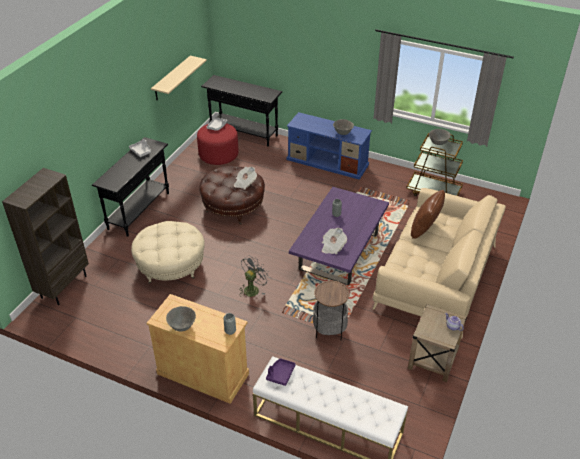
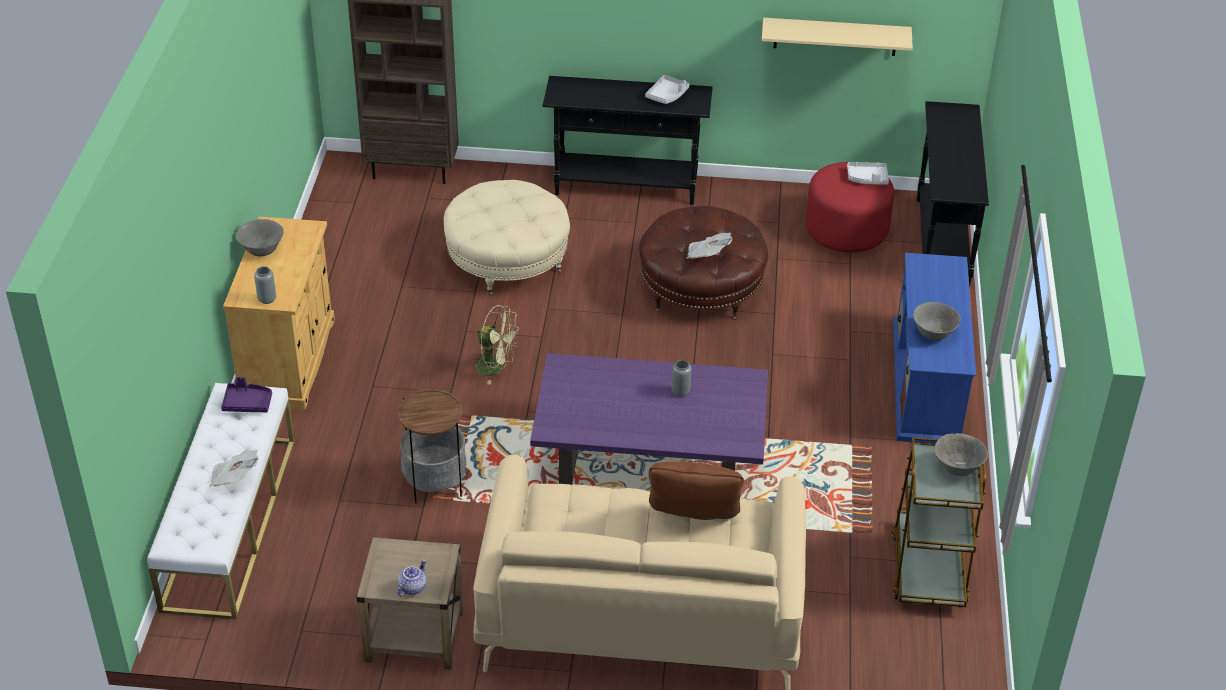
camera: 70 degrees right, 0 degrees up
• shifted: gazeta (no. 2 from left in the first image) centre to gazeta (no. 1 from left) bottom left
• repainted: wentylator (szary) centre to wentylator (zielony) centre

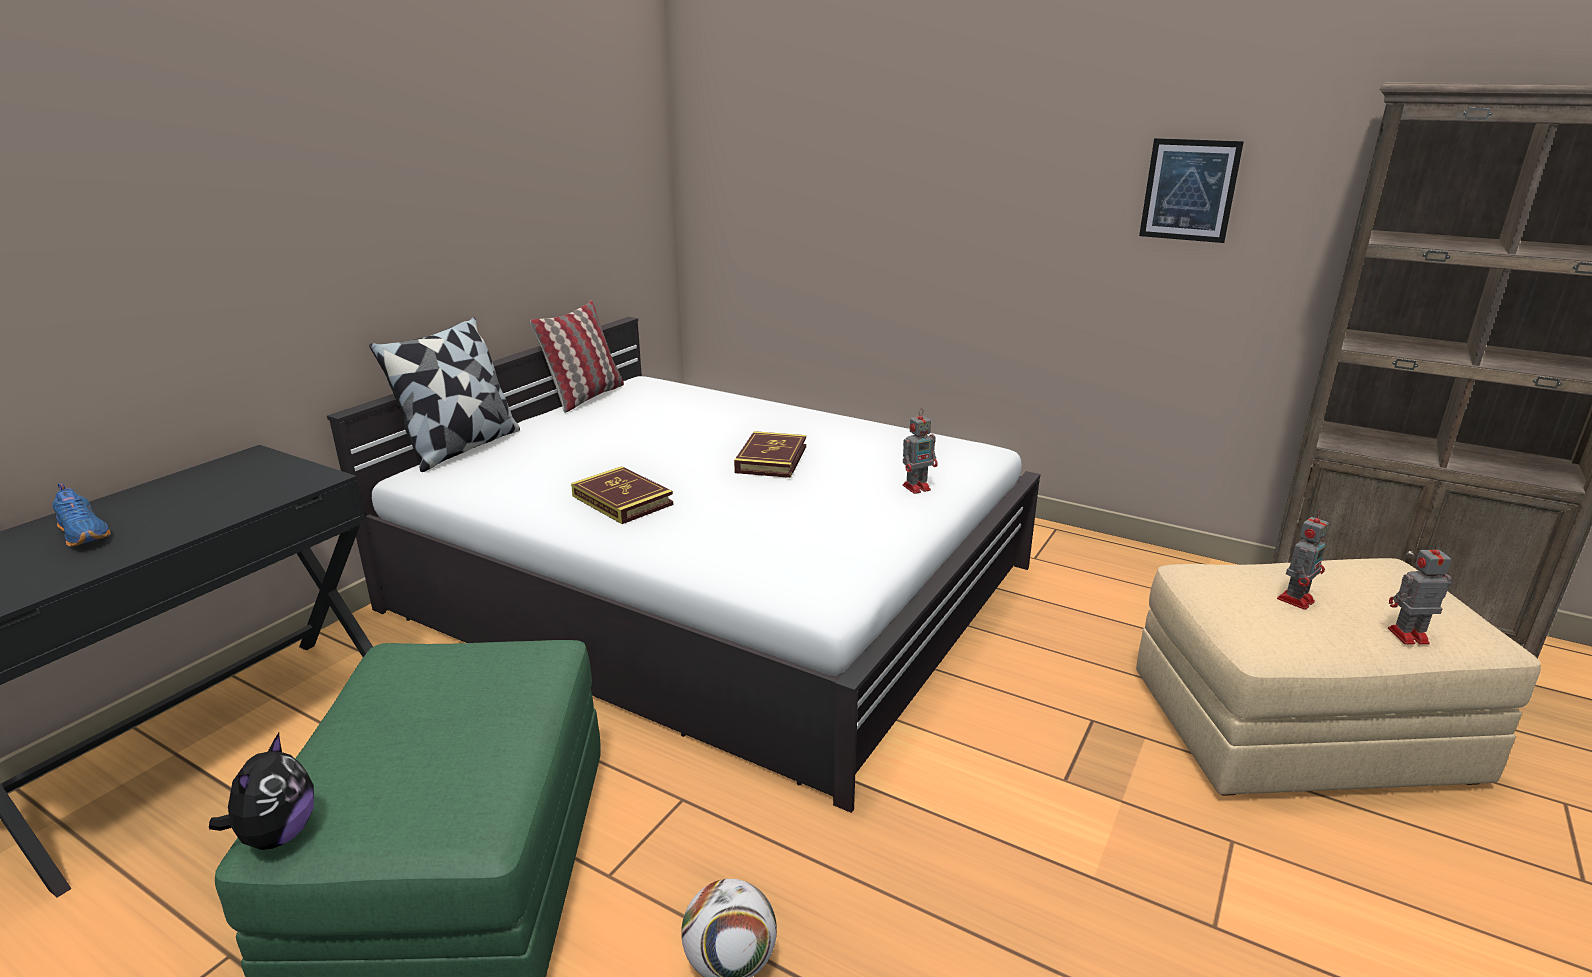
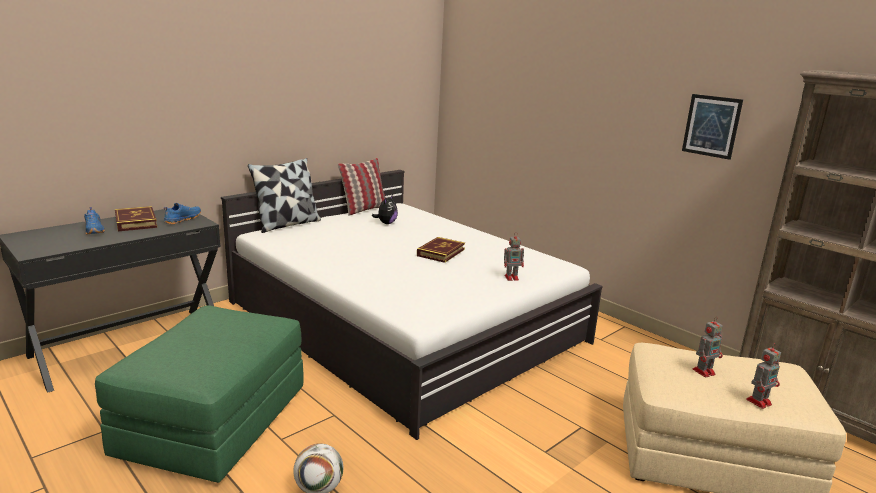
camera: 15 degrees right, 5 degrees down
• new: but (niebieski) (no. 2 from left) middle left
• shifted: pluszak bottom left to centre
• shifted: książka (no. 1 from left) centre to middle left
• rotated: robot zabawkowy (no. 3 from left) middle right = bottom right 135 degrees clockwise

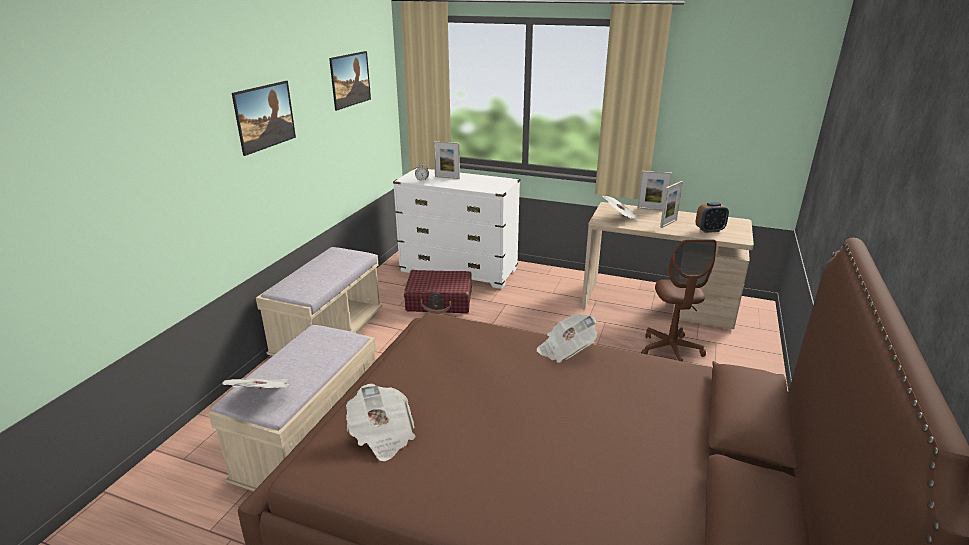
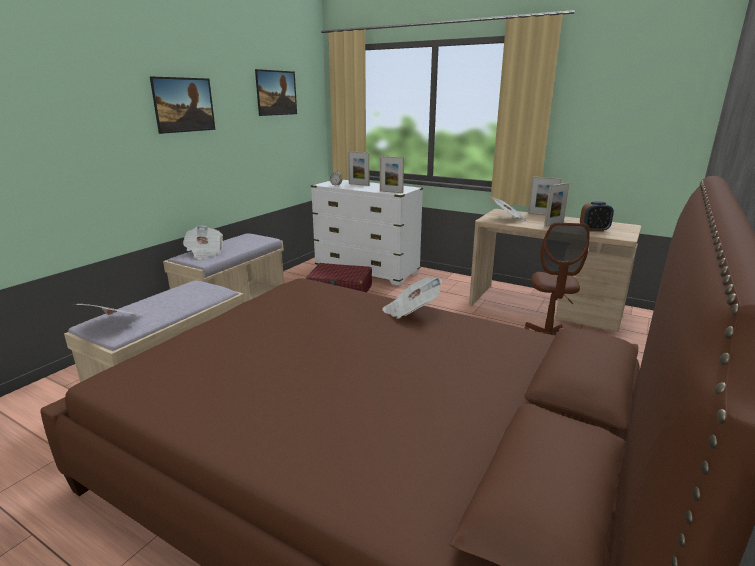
camera: 10 degrees right, 5 degrees down
• new: ramka na zdjęcie (no. 2 from left) top centre
• shifted: gazeta (no. 2 from left) bottom centre to middle left

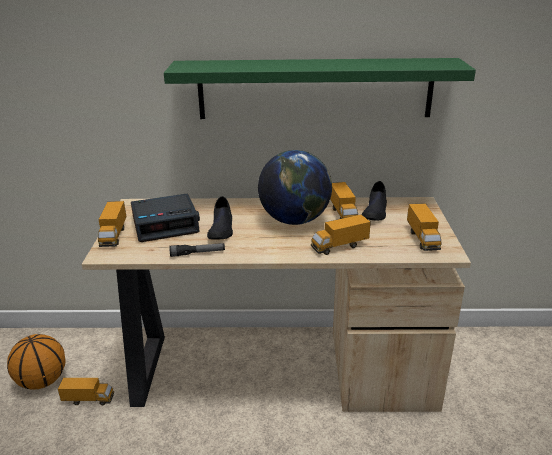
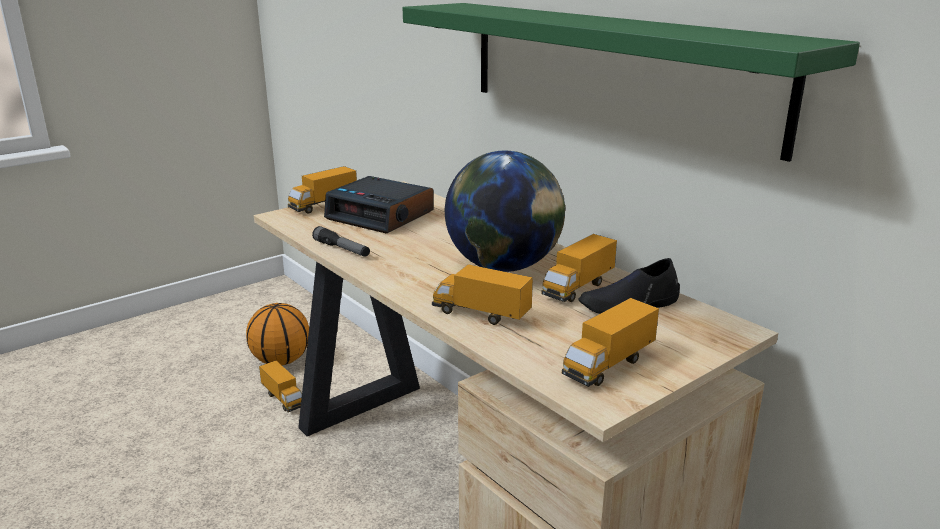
camera: 50 degrees right, 5 degrees down
• gone: but (czarny) (no. 1 from left) centre

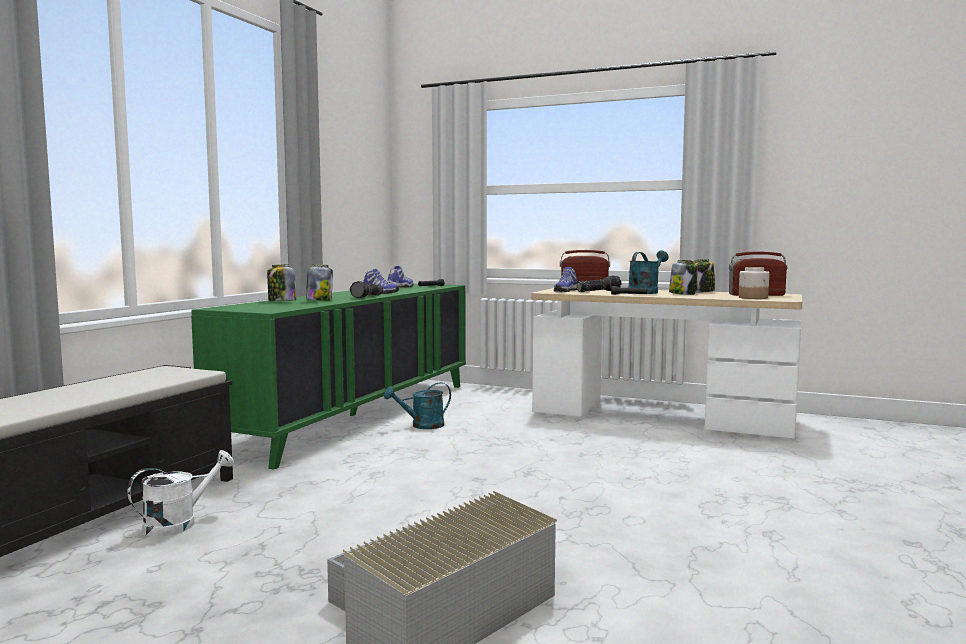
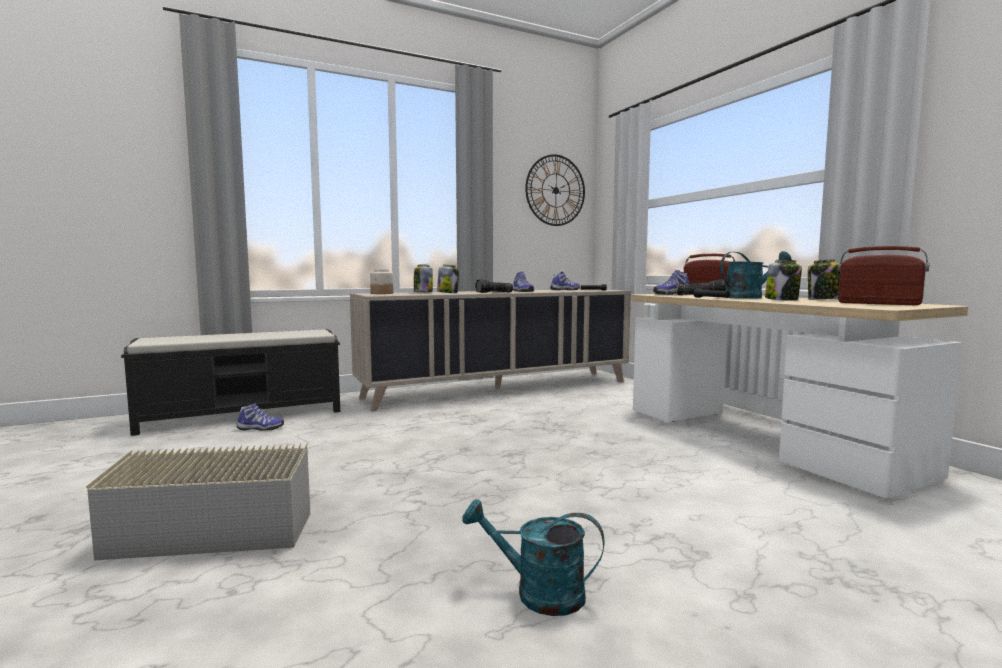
camera: 40 degrees right, 0 degrees up
• new: zegar ścienny top centre
• shifted: konewka (turkusowy) (no. 1 from left) centre to bottom centre
• shifted: słoik (no. 5 from left in the first image) middle right to słoik (no. 1 from left) centre
• swapped: konewka (biały) bottom left to but (no. 1 from left) middle left
• repainted: szafka (zielony) centre to szafka (beżowy) centre

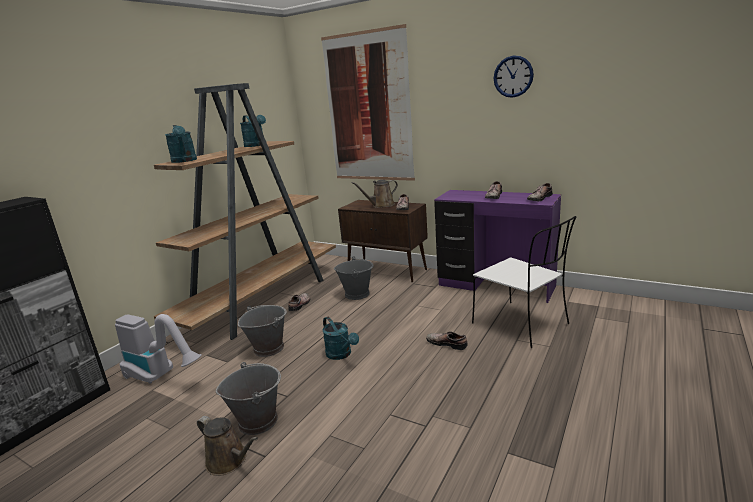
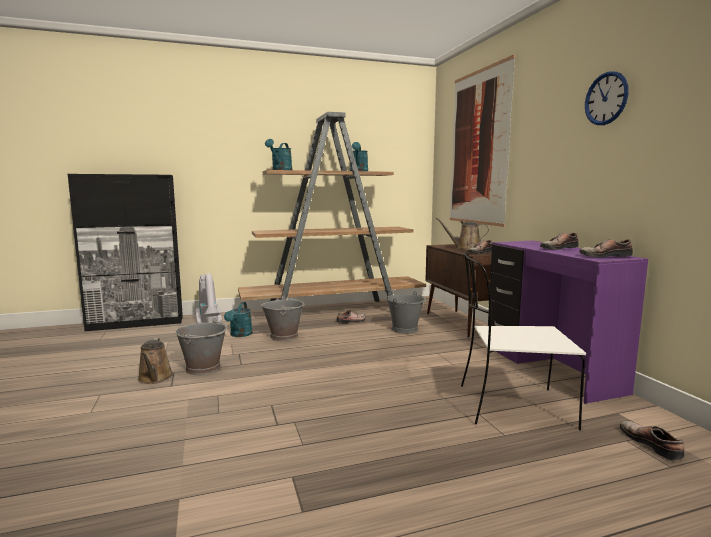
camera: 40 degrees right, 10 degrees down
• shifted: konewka (turkusowy) (no. 3 from left in the first image) bottom centre to konewka (turkusowy) (no. 1 from left) centre
• shifted: but (no. 3 from left in the first image) bottom centre to but (no. 5 from left) bottom right
• rotated: krzesło (biały) middle right = middle right 90 degrees clockwise

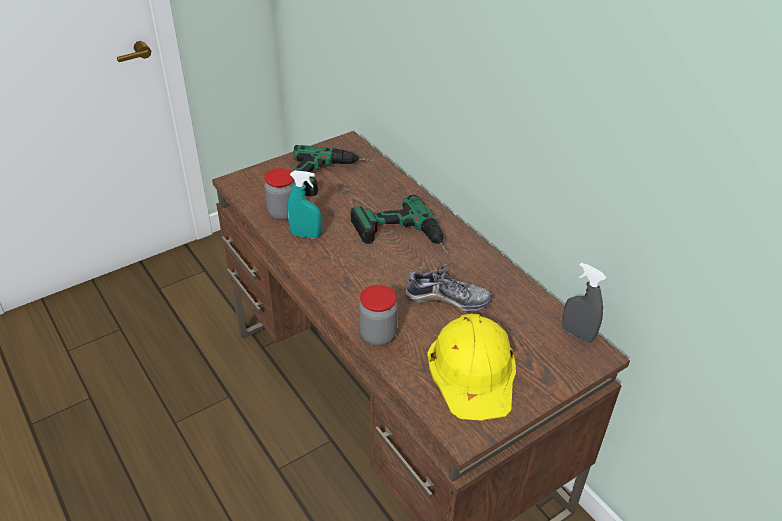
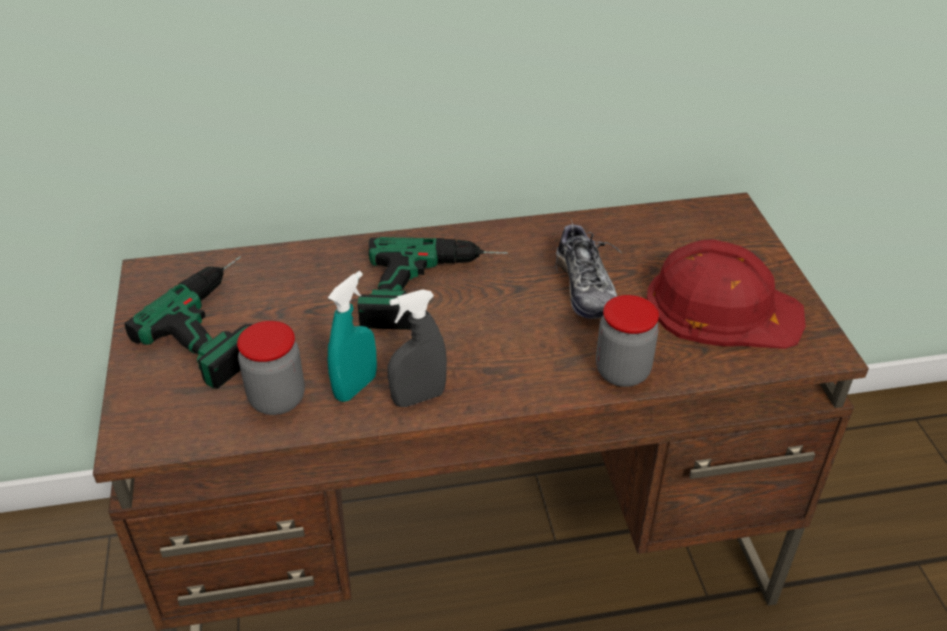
camera: 65 degrees left, 0 degrees up
• shifted: spryskiwacz (szary) middle right to centre
• repainted: kask (żółty) bottom centre to kask (czerwony) middle right
• rotated: but centre = centre 135 degrees clockwise

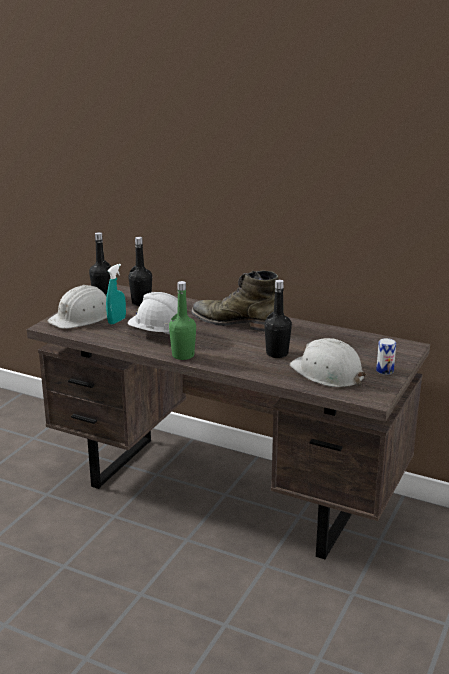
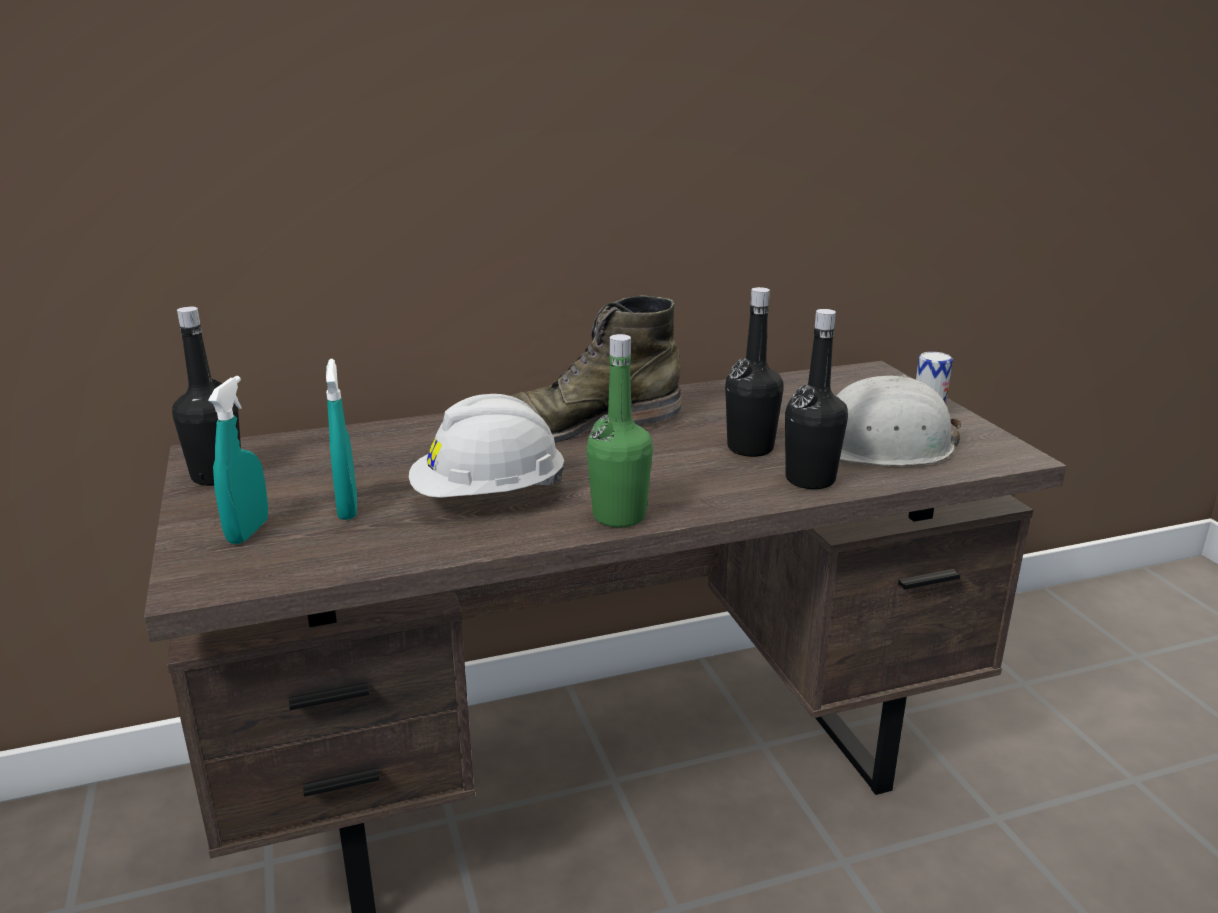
camera: 45 degrees left, 0 degrees up
• shifted: butelka (czarny) (no. 2 from left in the first image) middle left to butelka (czarny) (no. 3 from left) middle right
• swapped: kask (biały) (no. 1 from left) middle left to spryskiwacz (turkusowy) (no. 1 from left) middle left

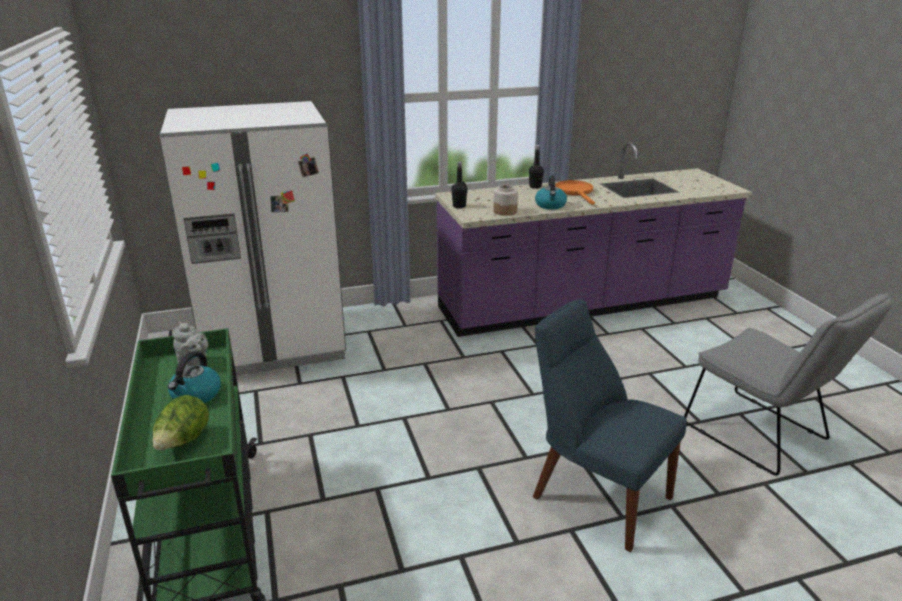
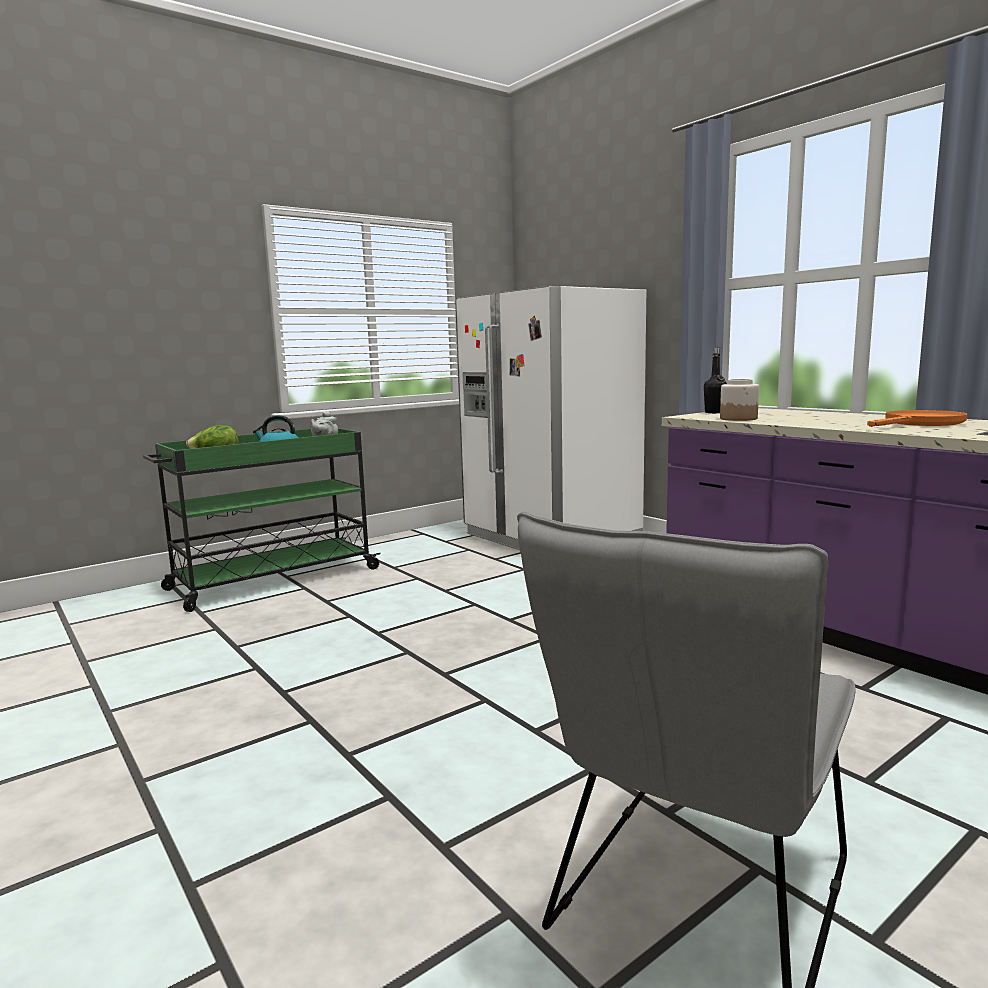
camera: 70 degrees right, 15 degrees down
• gone: butelka (czarny) (no. 2 from left) top centre
• gone: krzesło (niebieski) bottom right
• gone: czajnik (no. 2 from left) top centre

